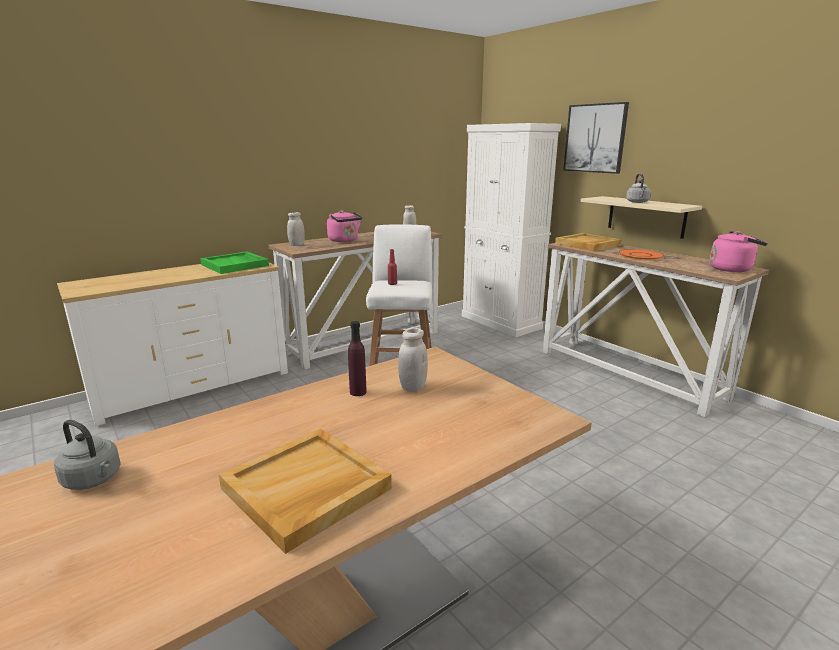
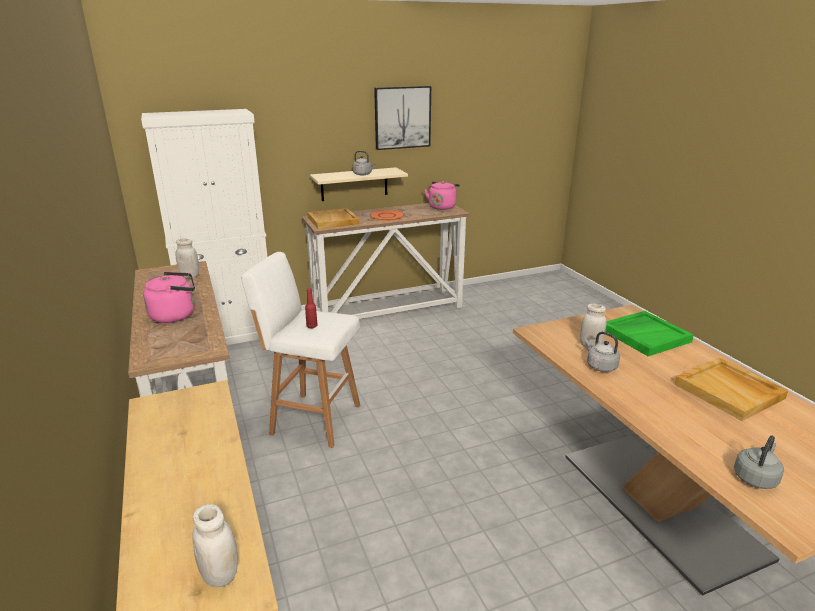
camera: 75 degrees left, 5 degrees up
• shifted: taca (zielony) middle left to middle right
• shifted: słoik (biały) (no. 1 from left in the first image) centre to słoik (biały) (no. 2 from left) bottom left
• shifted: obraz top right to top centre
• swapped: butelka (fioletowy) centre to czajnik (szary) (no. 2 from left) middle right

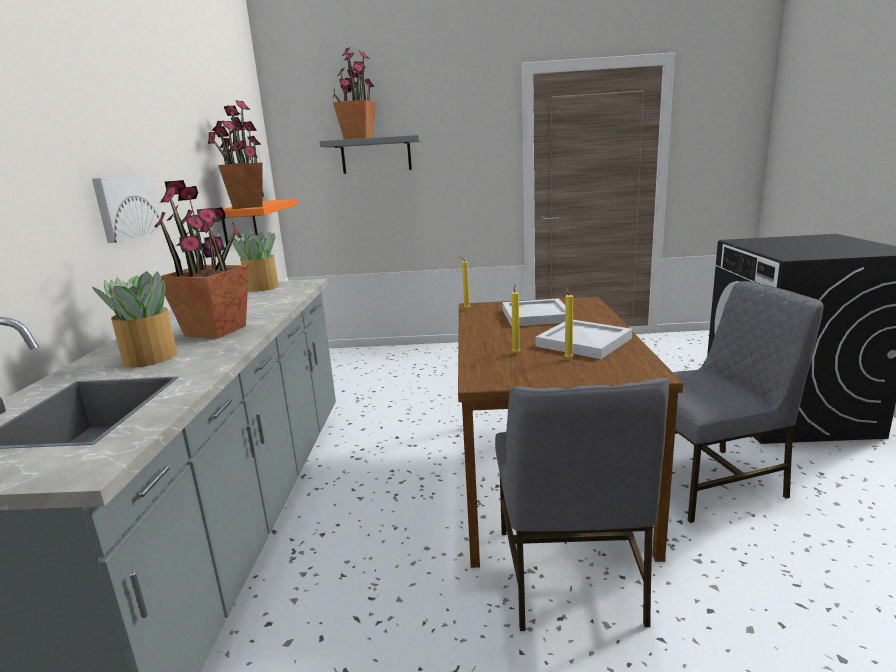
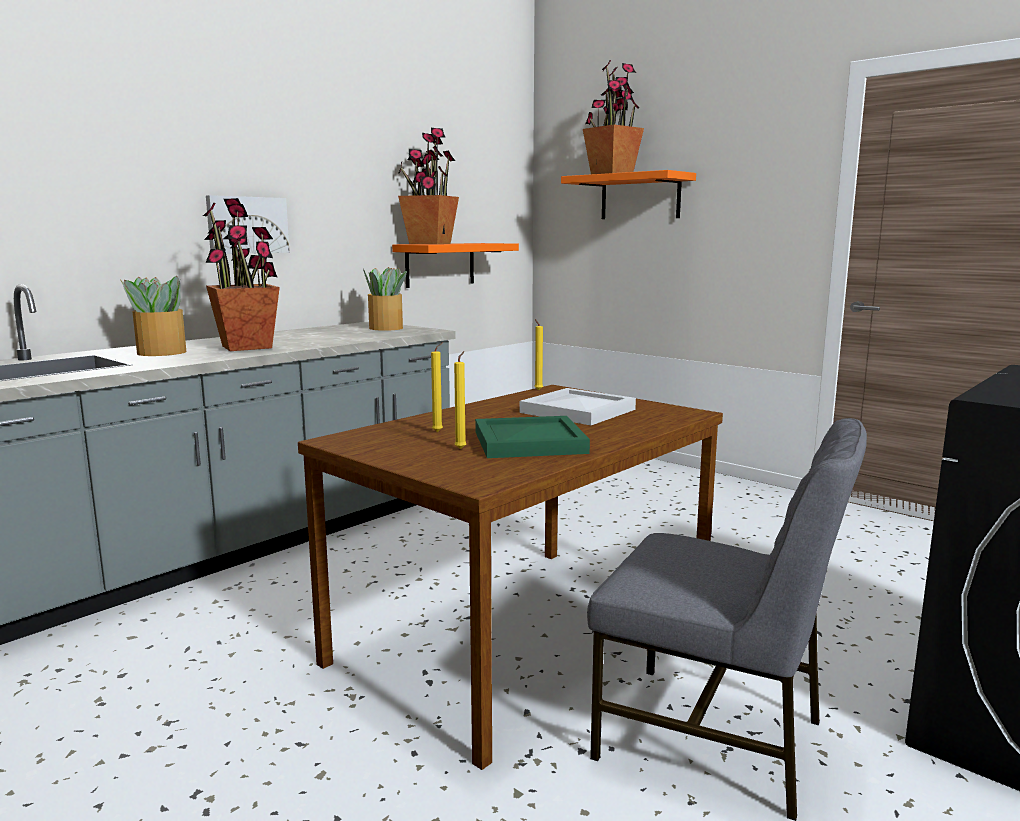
camera: 40 degrees right, 5 degrees down
• gone: krzesło (szary) (no. 1 from left) bottom centre
• repainted: półka (szary) top centre to półka (pomarańczowy) (no. 2 from left) top centre
• repainted: taca (biały) (no. 2 from left) centre to taca (zielony) centre

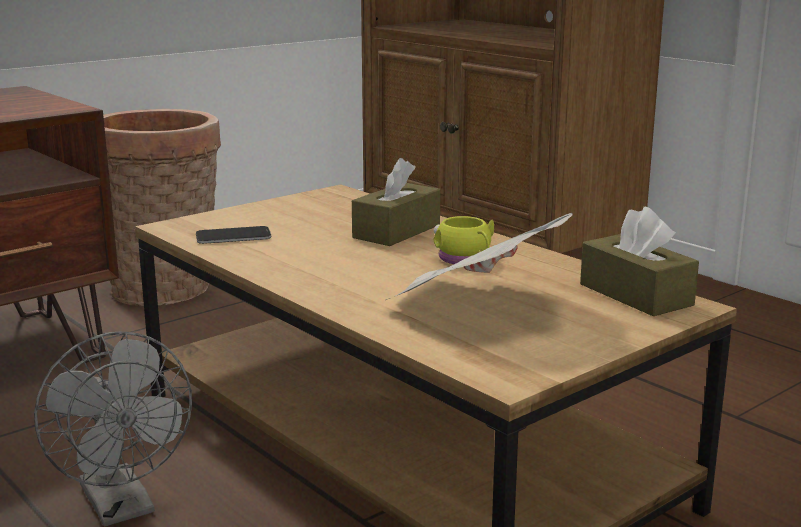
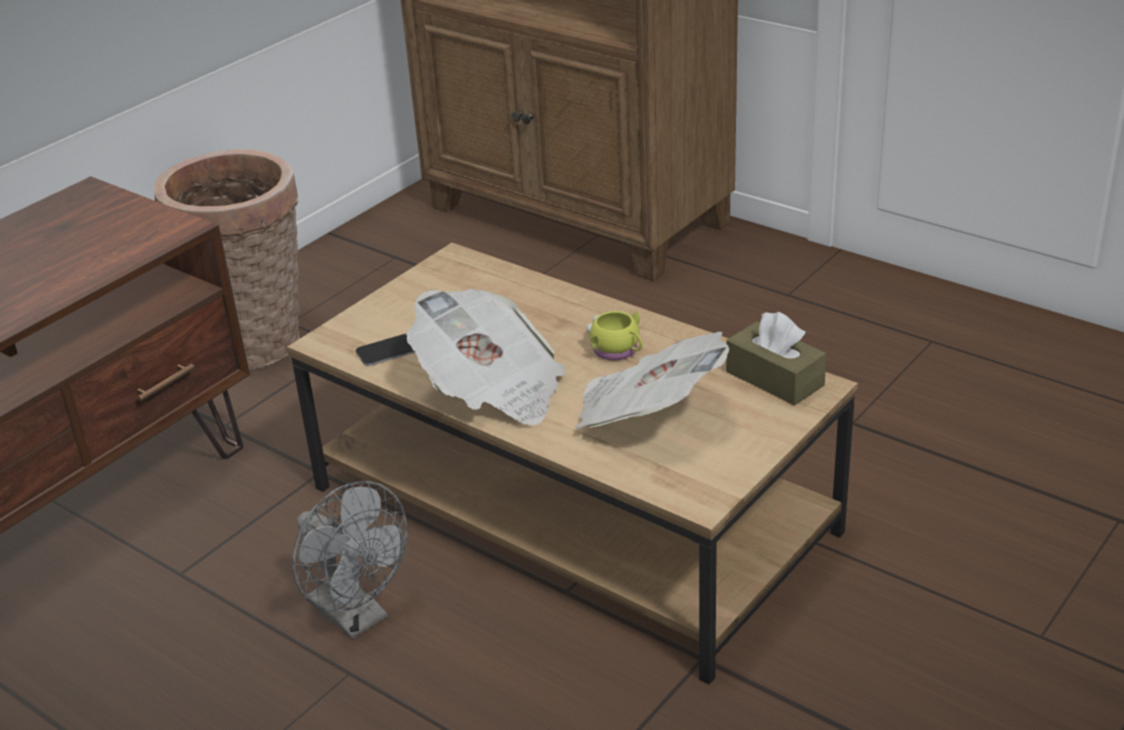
camera: 10 degrees left, 15 degrees up
• gone: pudełko chusteczek (brązowy) (no. 1 from left) centre
• new: gazeta (no. 1 from left) centre

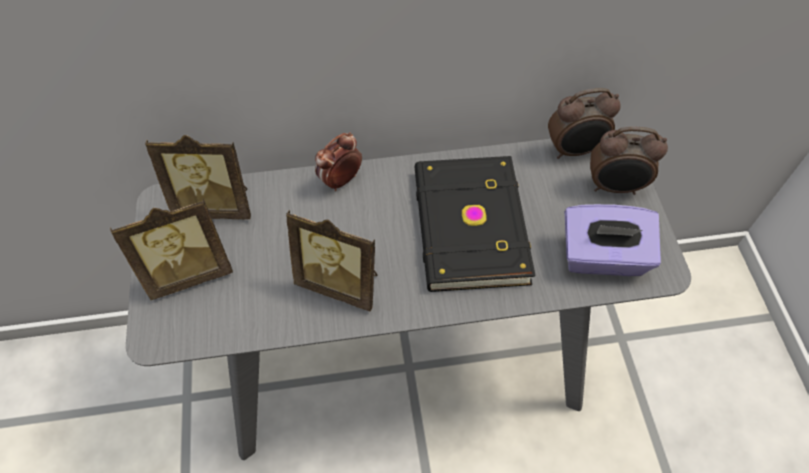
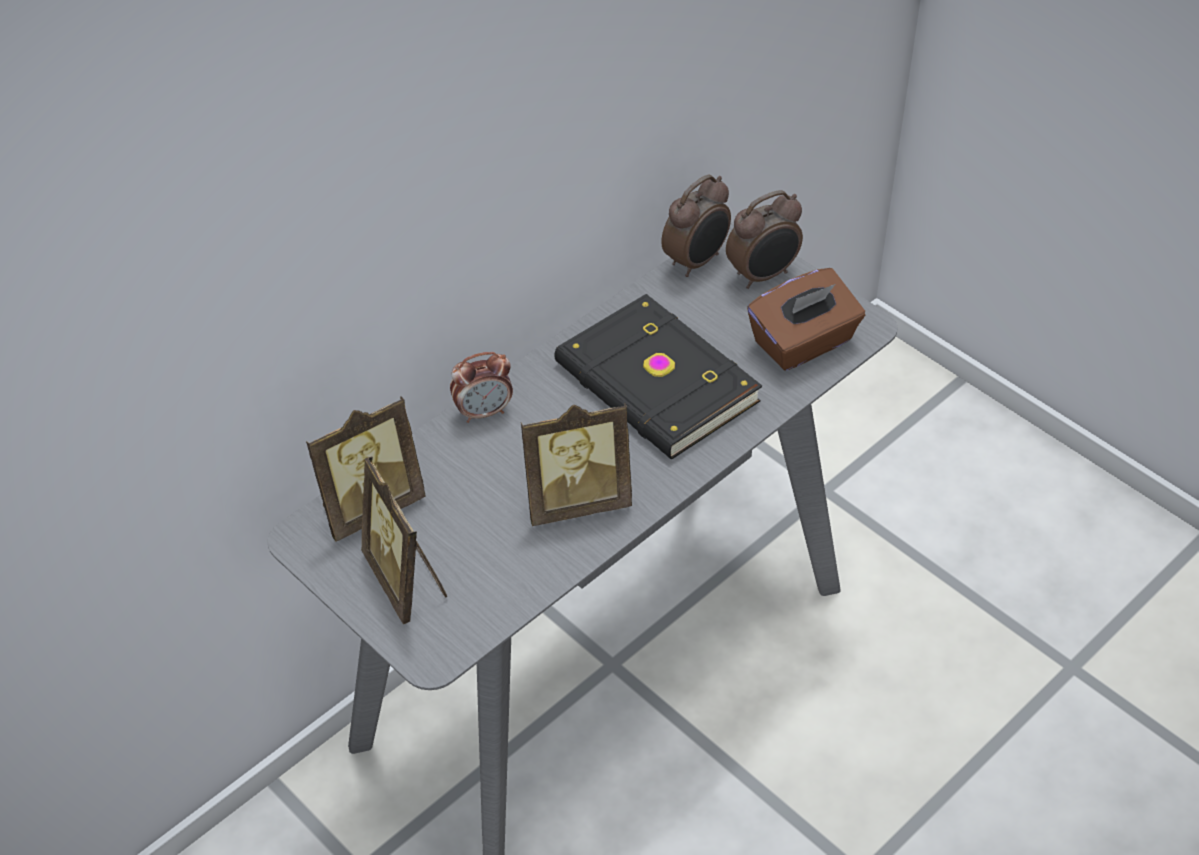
camera: 35 degrees left, 10 degrees down
• repainted: pudełko chusteczek (fioletowy) middle right to pudełko chusteczek (brązowy) middle right
• rotated: ramka na zdjęcie (no. 1 from left in the first image) middle left = centre 120 degrees clockwise
• rotated: budzik (no. 1 from left) centre = centre 120 degrees counterclockwise

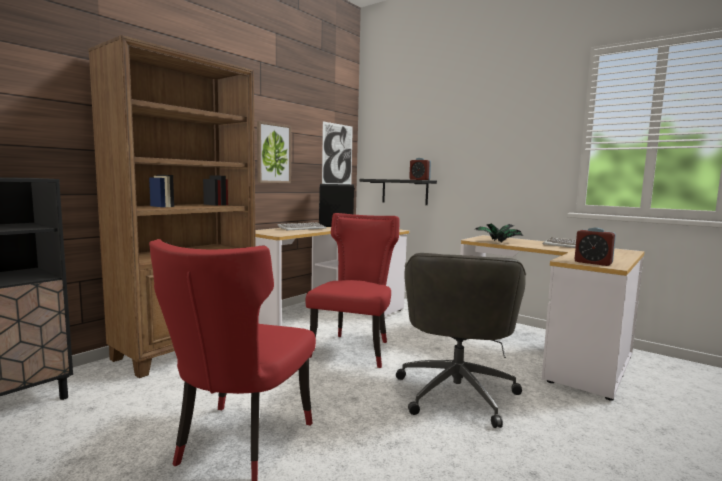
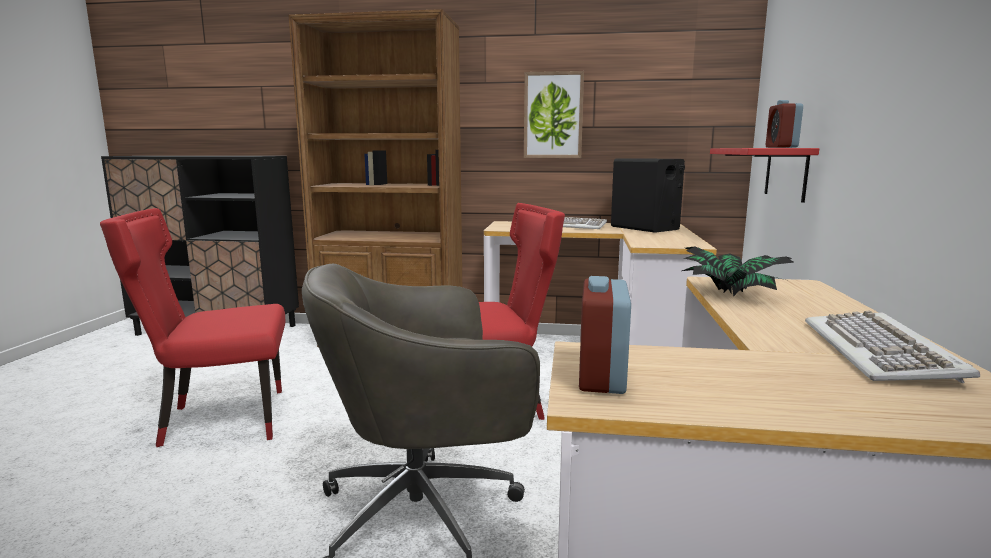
camera: 60 degrees right, 5 degrees up
• gone: obraz (no. 2 from left) top centre
• repainted: półka (czarny) centre to półka (czerwony) top right

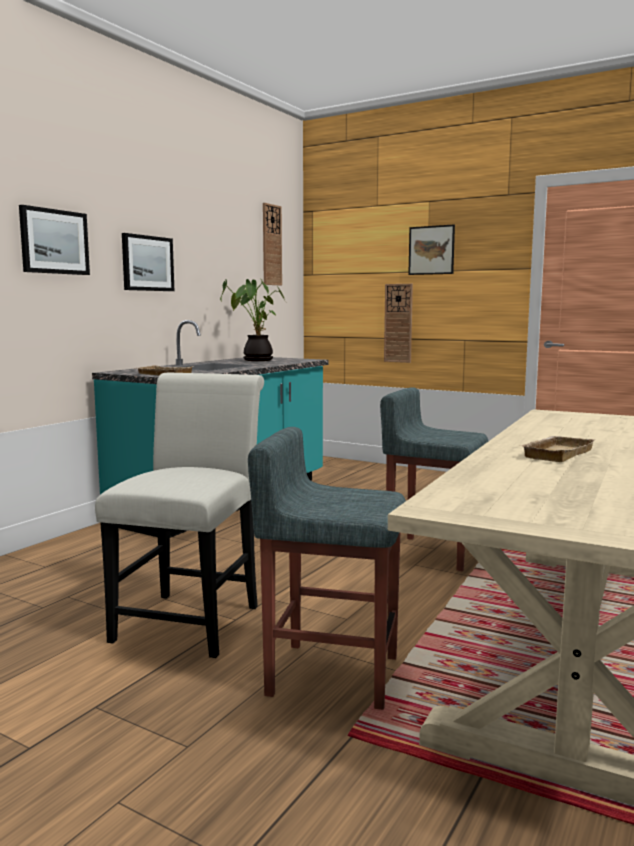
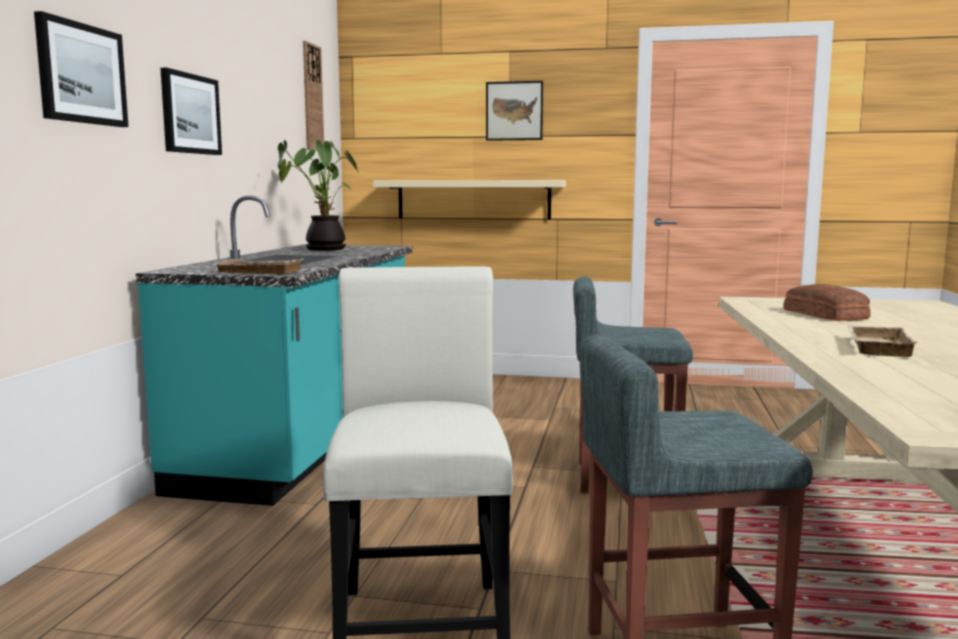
camera: 20 degrees left, 0 degrees up
• new: chleb middle right
• swapped: zegar ścienny (no. 2 from left) centre to półka (beżowy) top centre

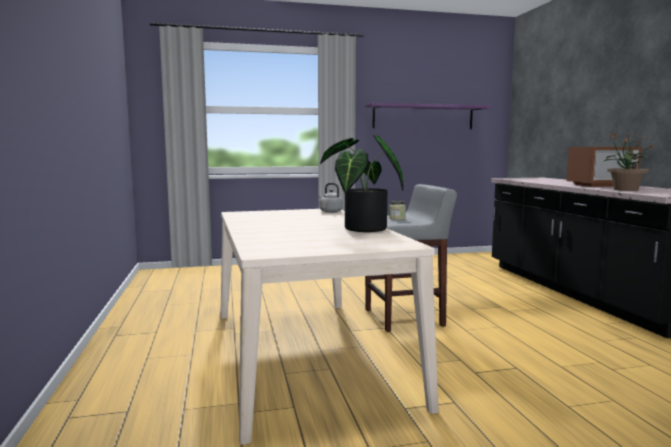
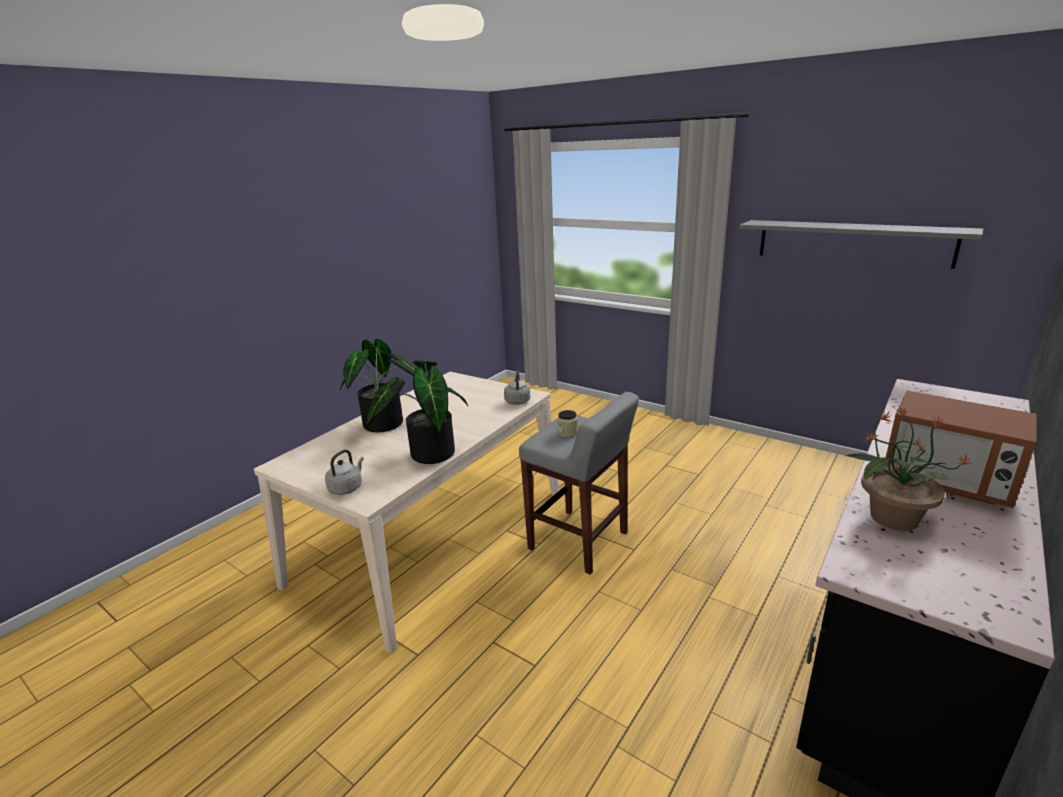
camera: 50 degrees right, 15 degrees up
• new: czajnik (szary) (no. 1 from left) middle left
• new: roślina doniczkowa (no. 1 from left) centre
• repainted: półka (fioletowy) top centre to półka (szary) top right

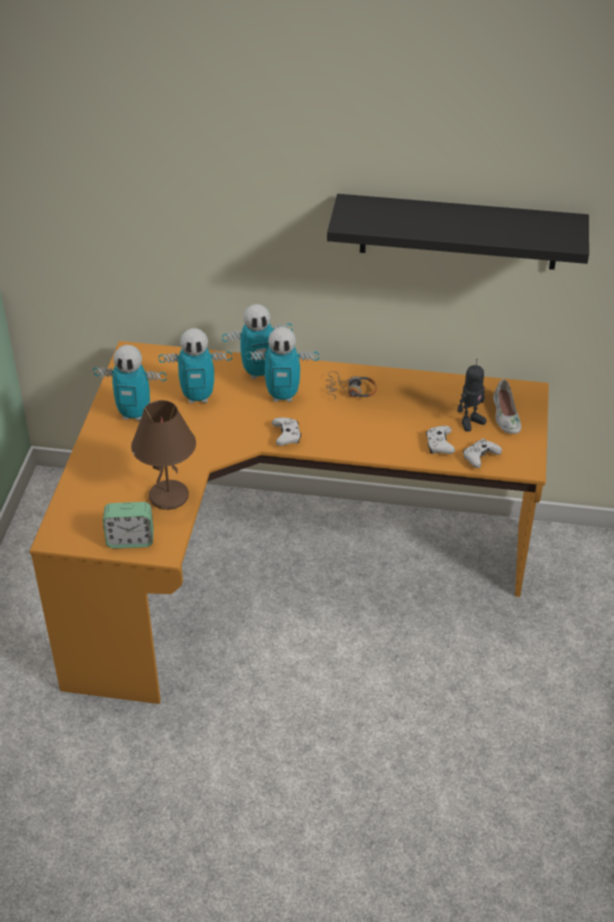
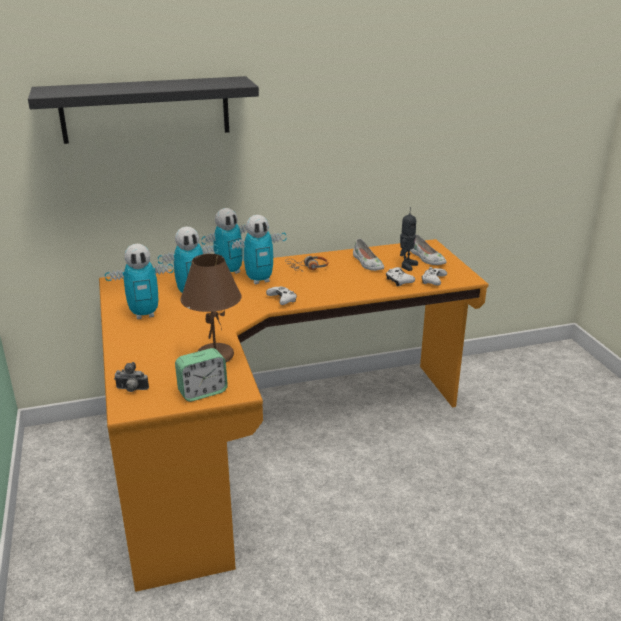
camera: 25 degrees left, 15 degrees down
• new: aparat fotograficzny middle left
• new: but (biały) (no. 1 from left) centre
• shifted: półka (czarny) top right to top left

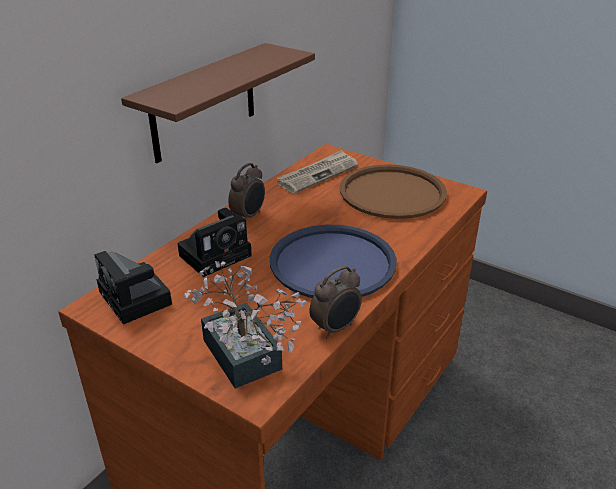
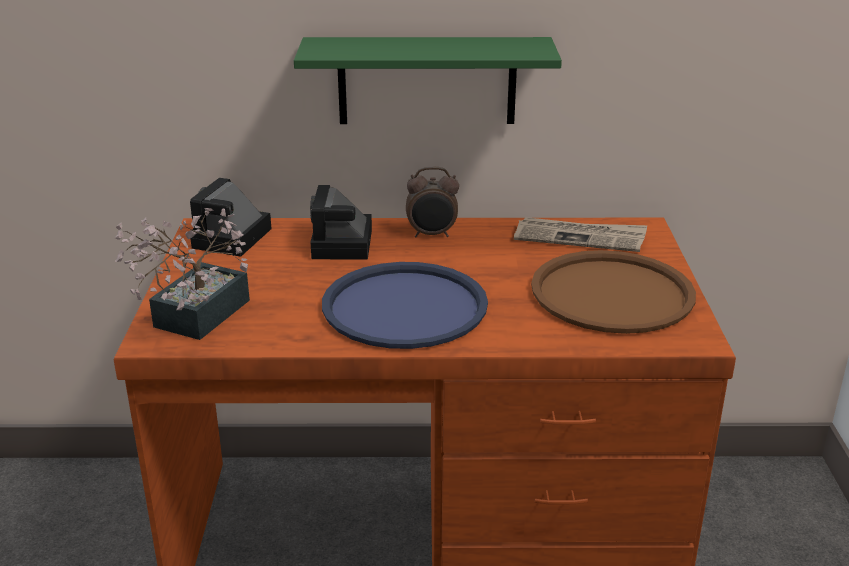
camera: 55 degrees right, 5 degrees down
• gone: budzik (no. 2 from left) centre
• repainted: półka (brązowy) top centre to półka (zielony) top centre
• rotated: aparat fotograficzny (no. 2 from left) centre = centre 75 degrees clockwise

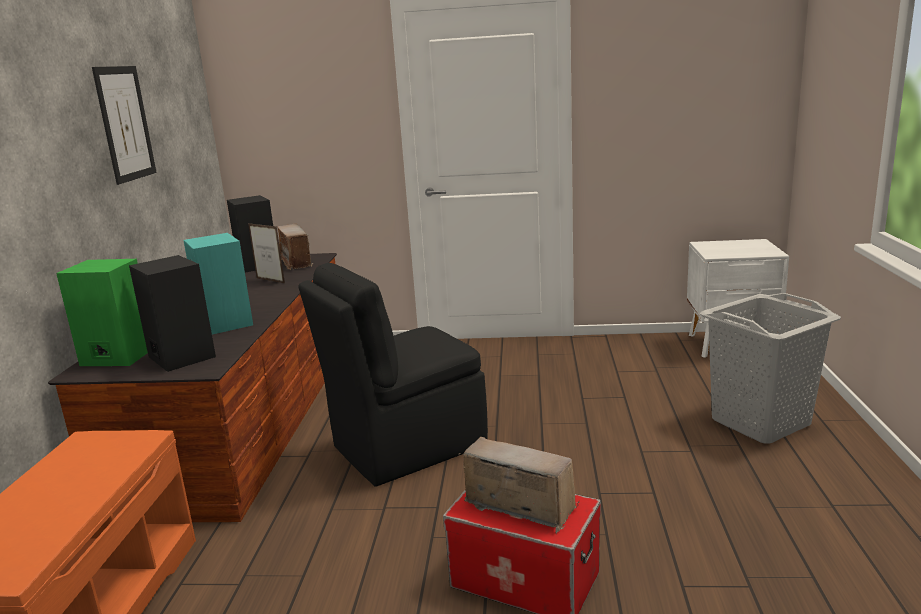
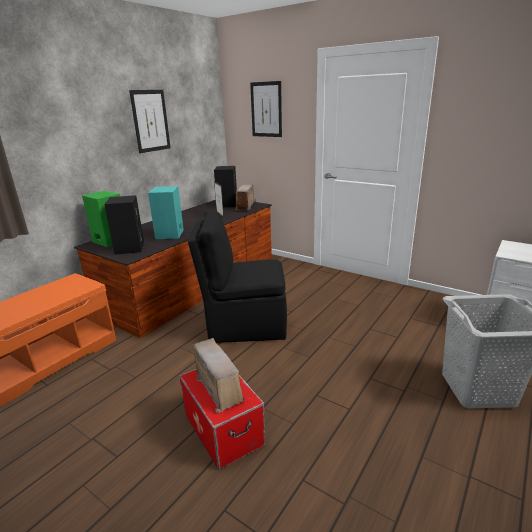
camera: 30 degrees right, 5 degrees up
• new: obraz (no. 2 from left) top centre

